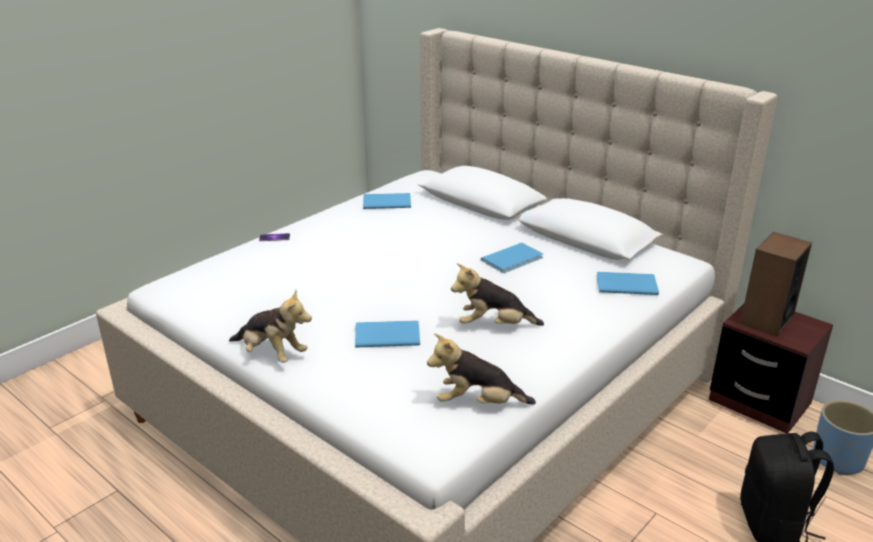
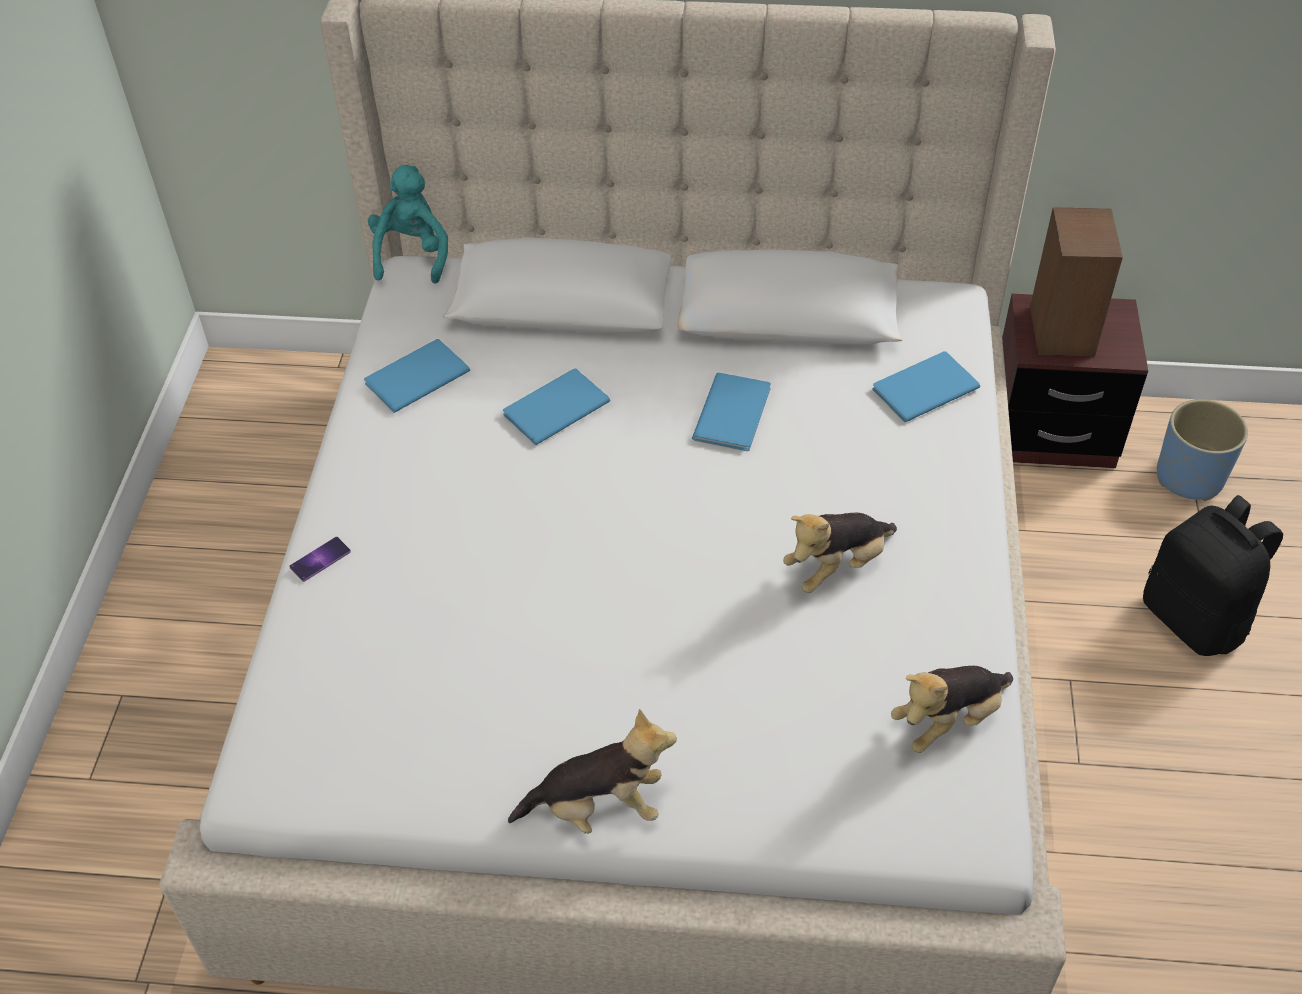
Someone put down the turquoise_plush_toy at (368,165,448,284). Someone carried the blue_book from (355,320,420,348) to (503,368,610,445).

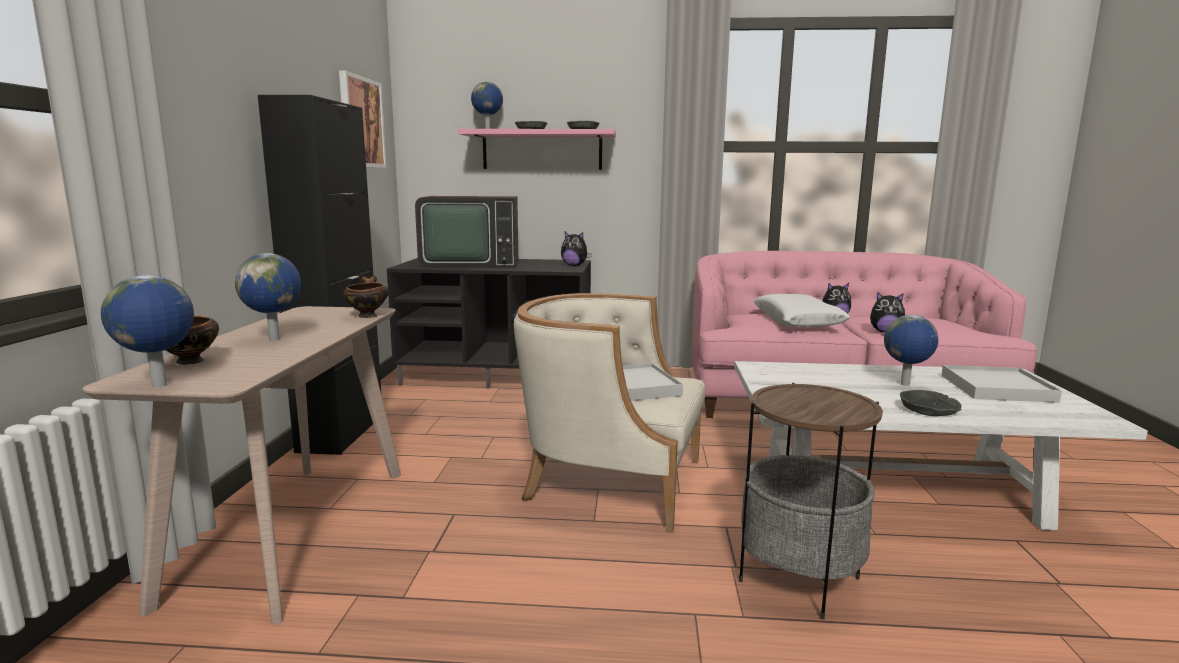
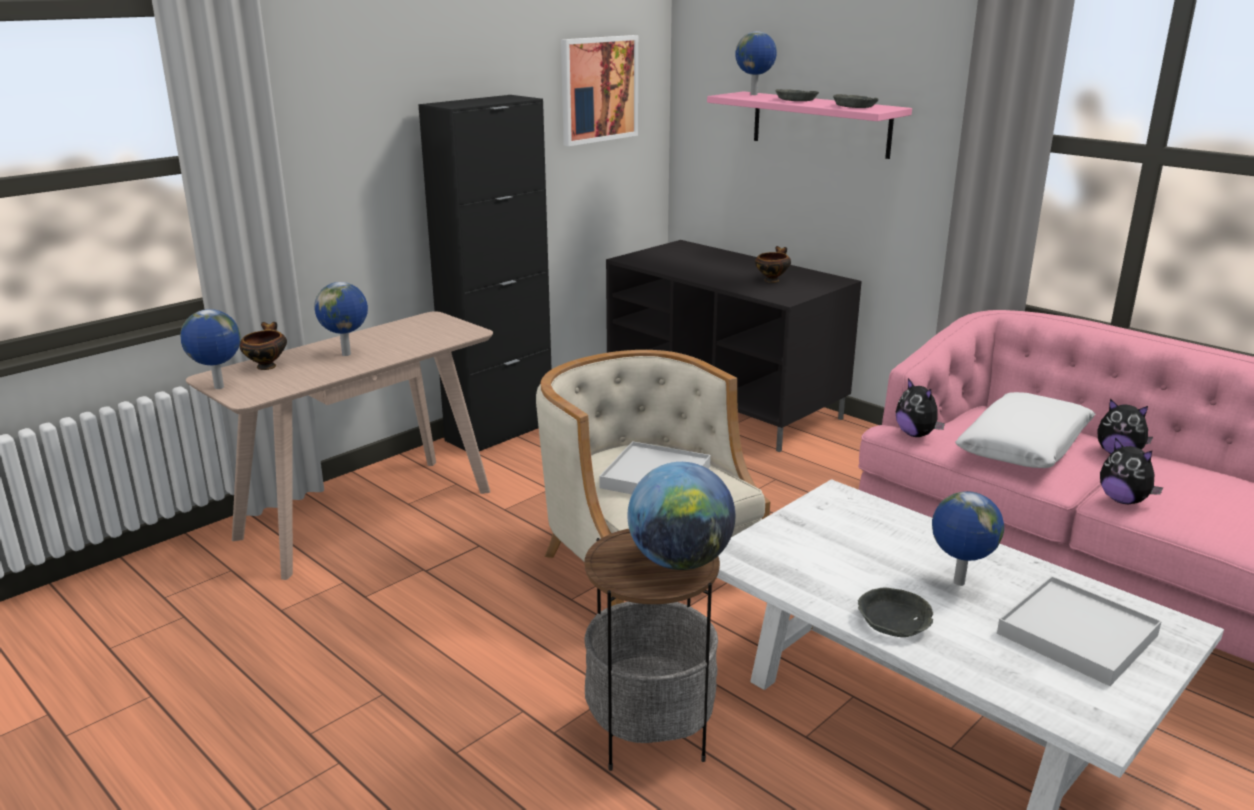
Someone put down the globe at (627,462,735,570). Someone carried the bowl from (343,276,389,318) to (755,246,791,283). Someone carried the plush_toy from (561,232,592,266) to (896,378,945,437). Someone took away the television at (415,196,518,268).

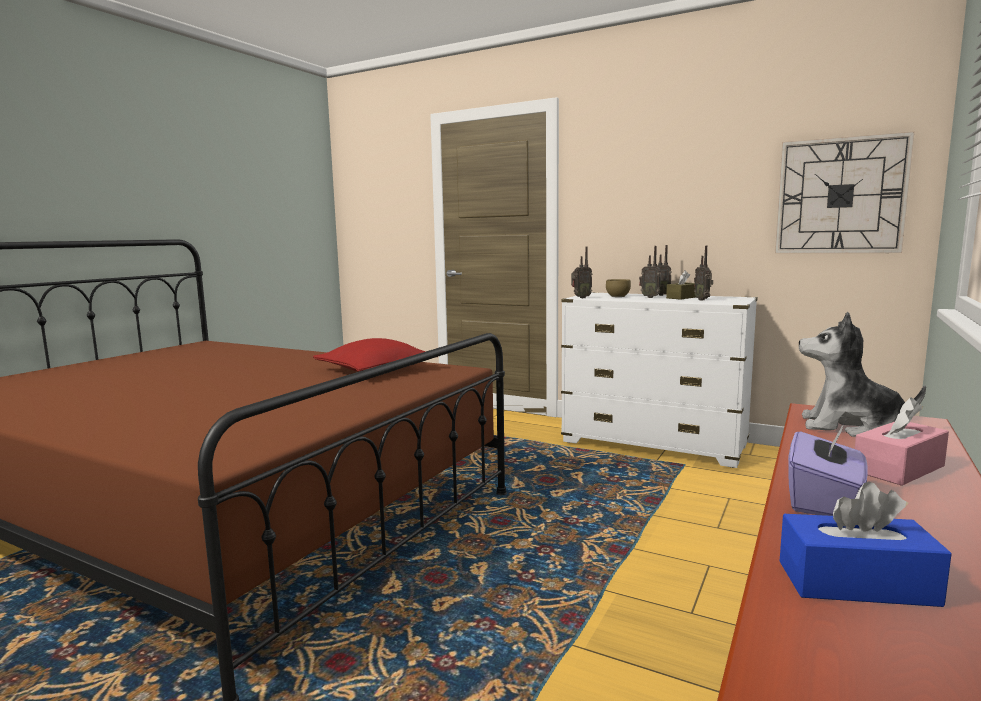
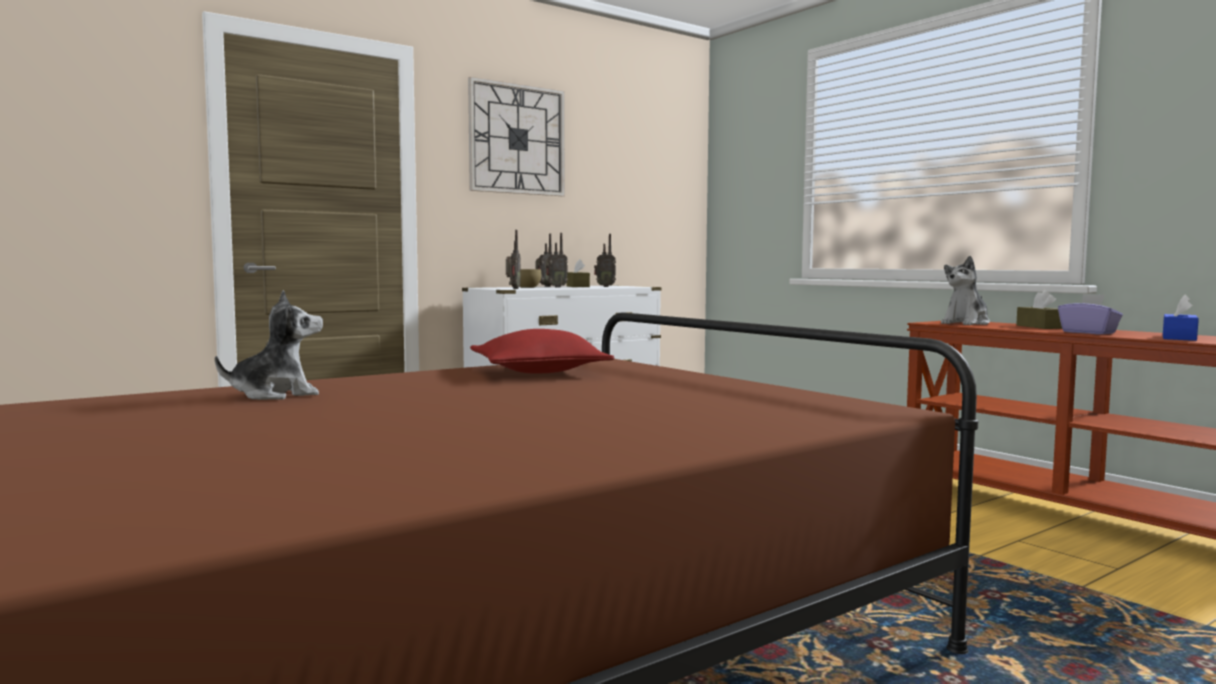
Someone put down the plush_toy at (215,290,323,400). Someone carried the wall_clock from (775,132,915,253) to (468,77,565,196). Someone repainted the pink_tissue_box at (855,397,949,486), which became the brown_tissue_box at (1016,290,1062,329).

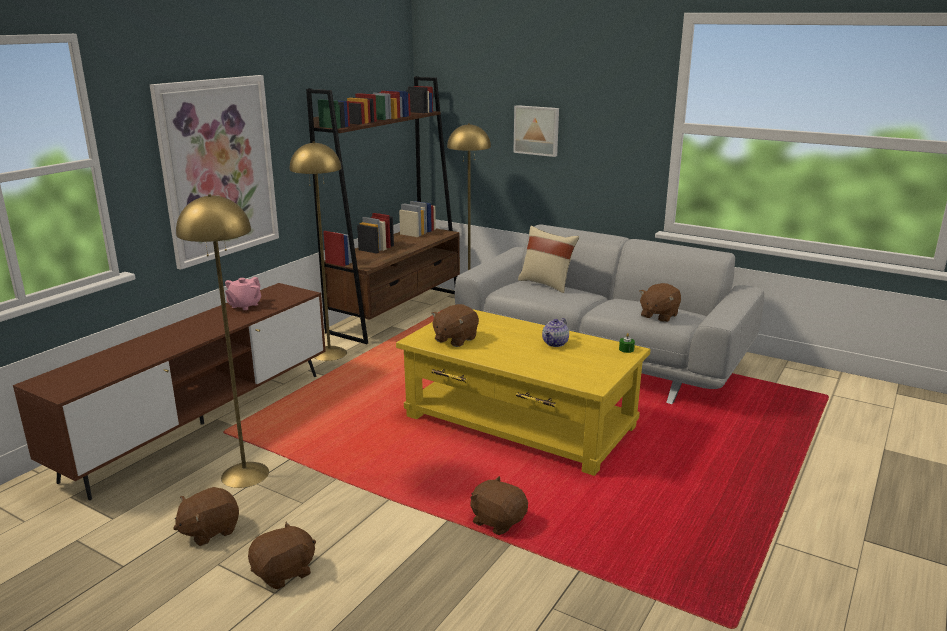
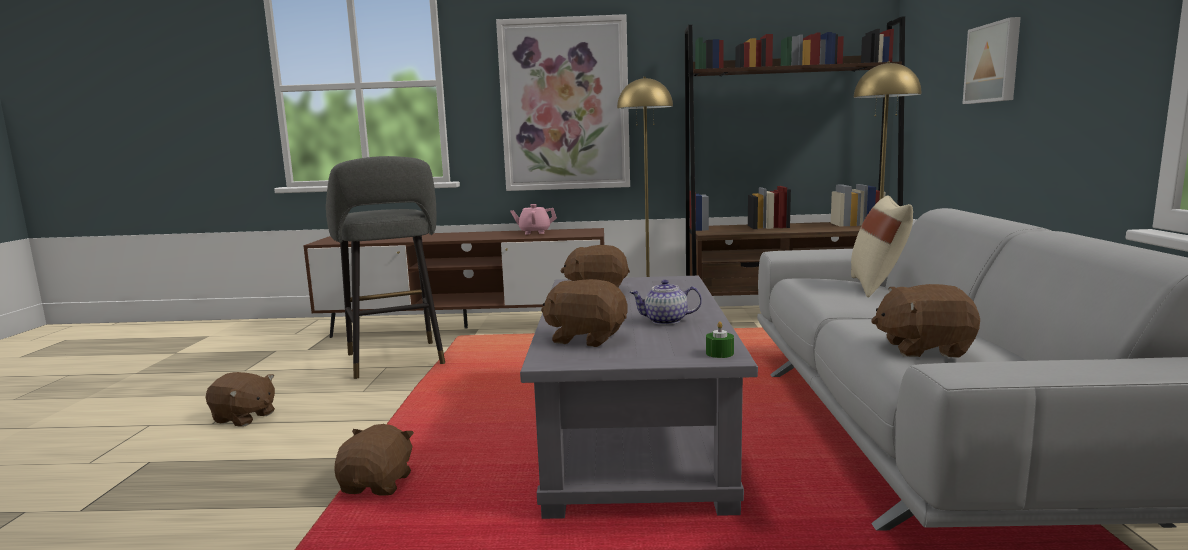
Someone swapped the yellow_floor_lamp at (176,194,269,488) for the grey_stool at (326,156,445,379). Someone repainted the yellow_coffee_table at (396,309,651,476), which became the grey_coffee_table at (520,276,758,519). Someone carried the brown_plush_toy from (173,487,239,546) to (541,279,627,347).

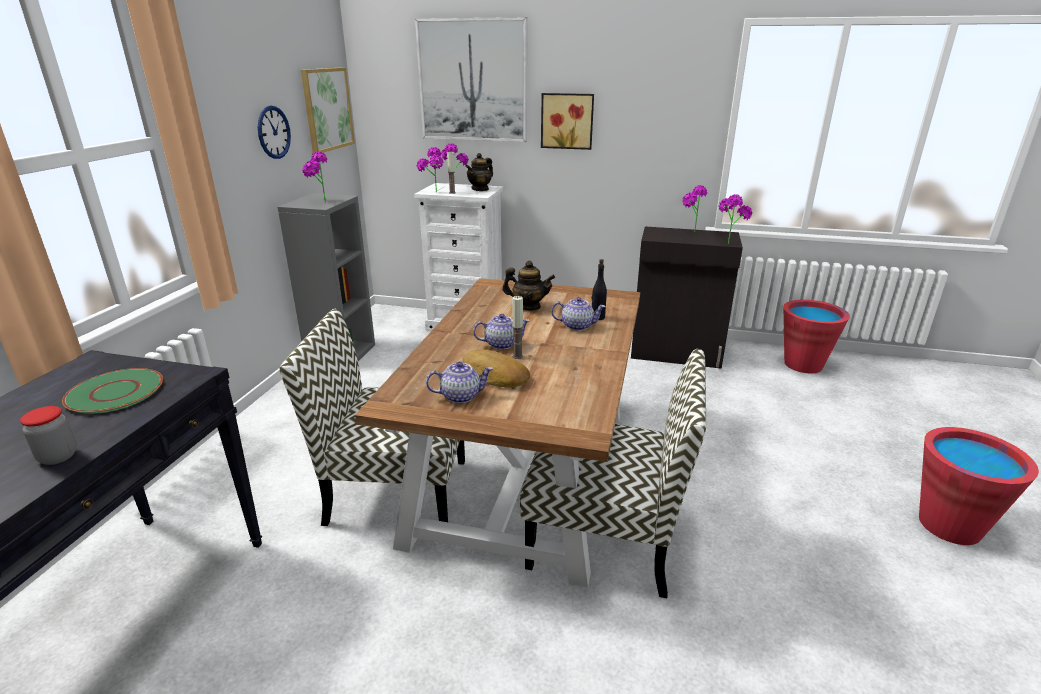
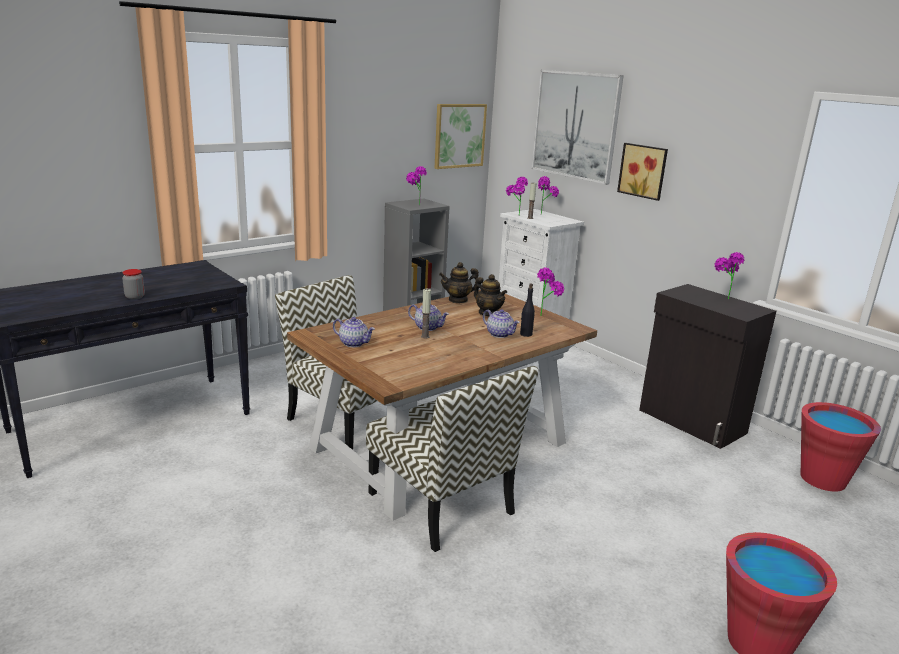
Someone carried the teapot from (465,153,493,191) to (439,262,479,303). Someone carried the potted_plant from (719,194,752,244) to (537,267,564,316). Someone took away the green_plate at (62,368,163,414). Someone took away the wall_clock at (258,106,291,159). Someone took away the bread at (462,349,530,388).

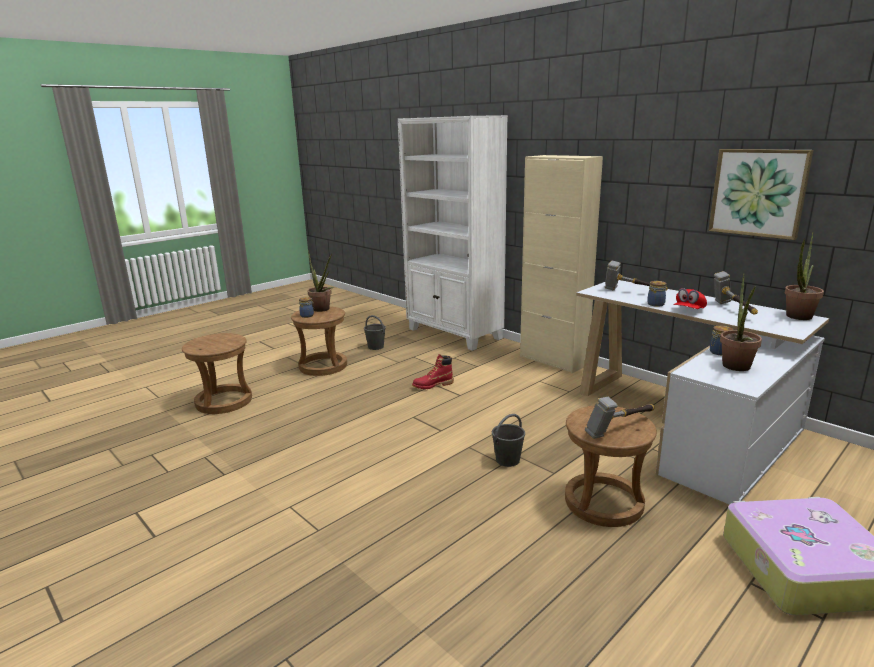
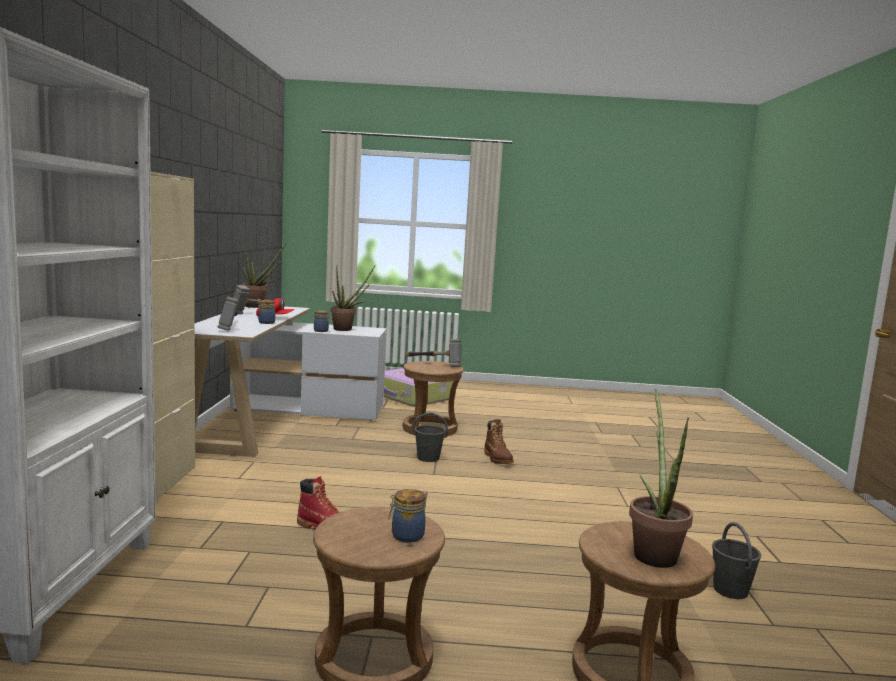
Someone put down the brown_boot at (484,419,514,464). Someone carried the potted_plant from (308,250,334,312) to (629,389,693,568). Someone carried the grey_bucket from (364,315,386,350) to (712,522,761,599). Someone took away the picture at (708,149,813,240).

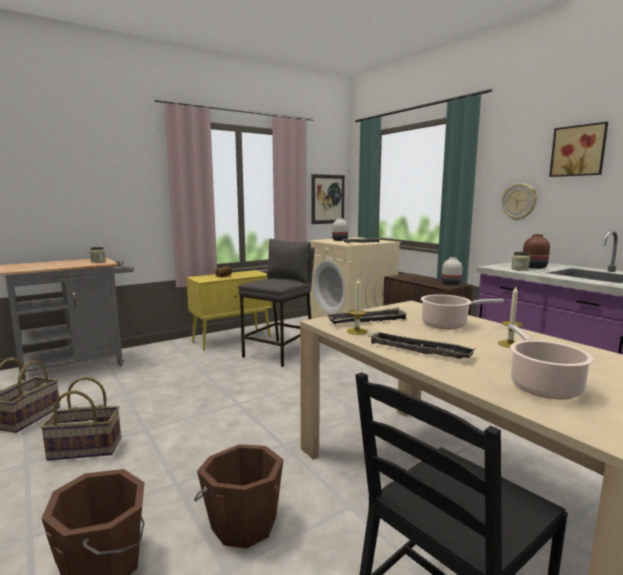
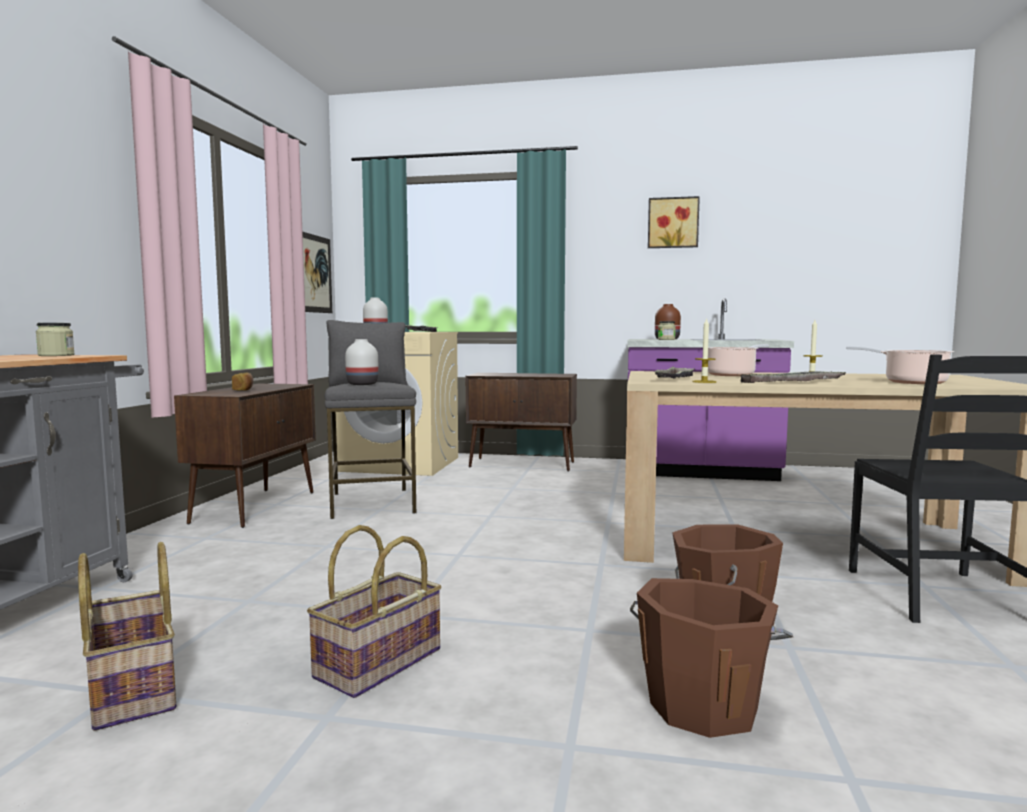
Someone repainted the yellow_cabinet at (187,270,272,351), which became the brown_cabinet at (174,383,316,528). Someone carried the white_vase from (442,257,462,285) to (345,339,379,385). Someone took away the wall_clock at (502,183,537,221).

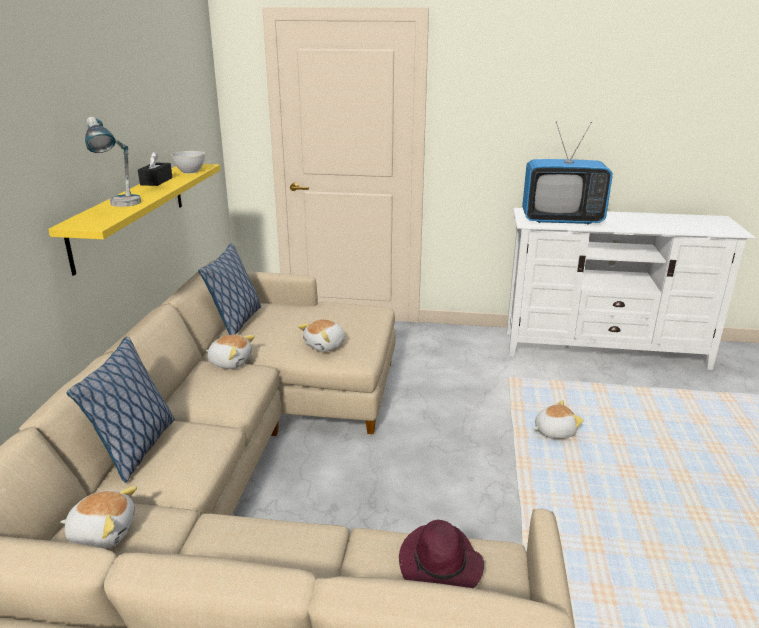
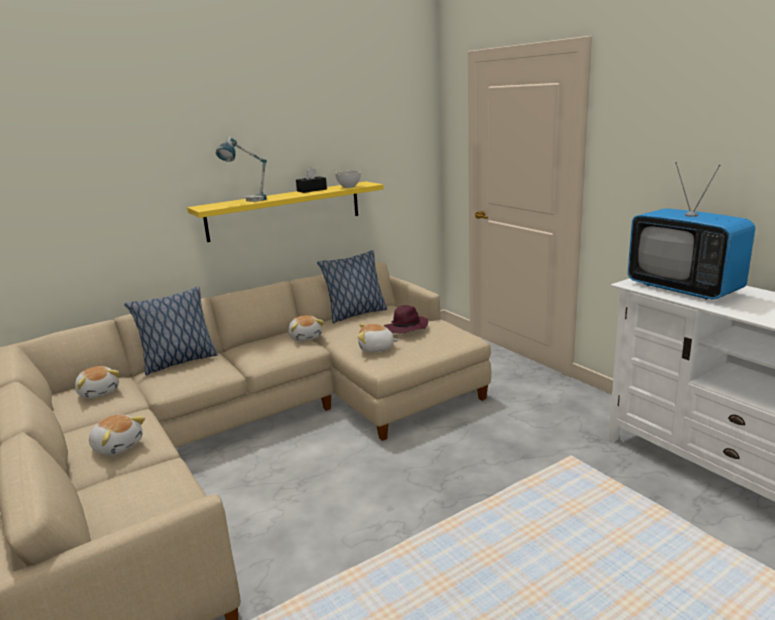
Someone carried the plush_toy from (533,400,584,439) to (89,415,145,456). Someone carried the purple_hat from (399,520,484,588) to (384,305,428,333).

